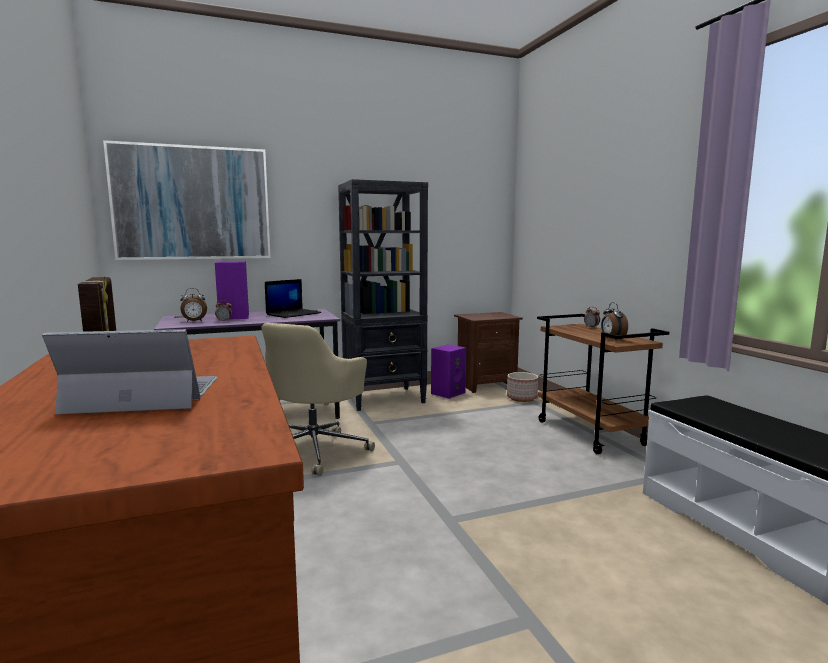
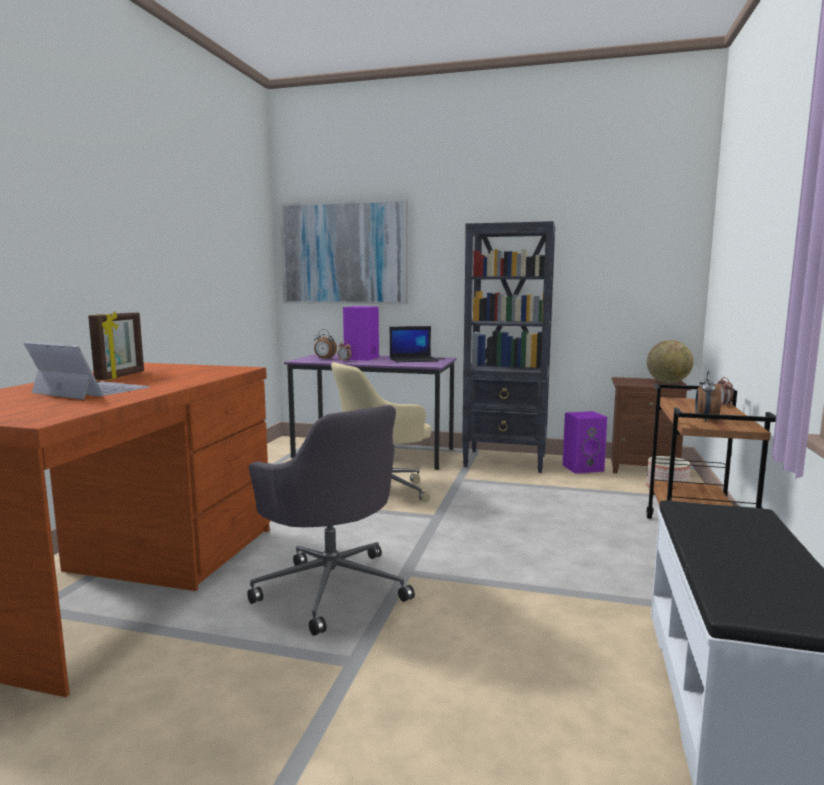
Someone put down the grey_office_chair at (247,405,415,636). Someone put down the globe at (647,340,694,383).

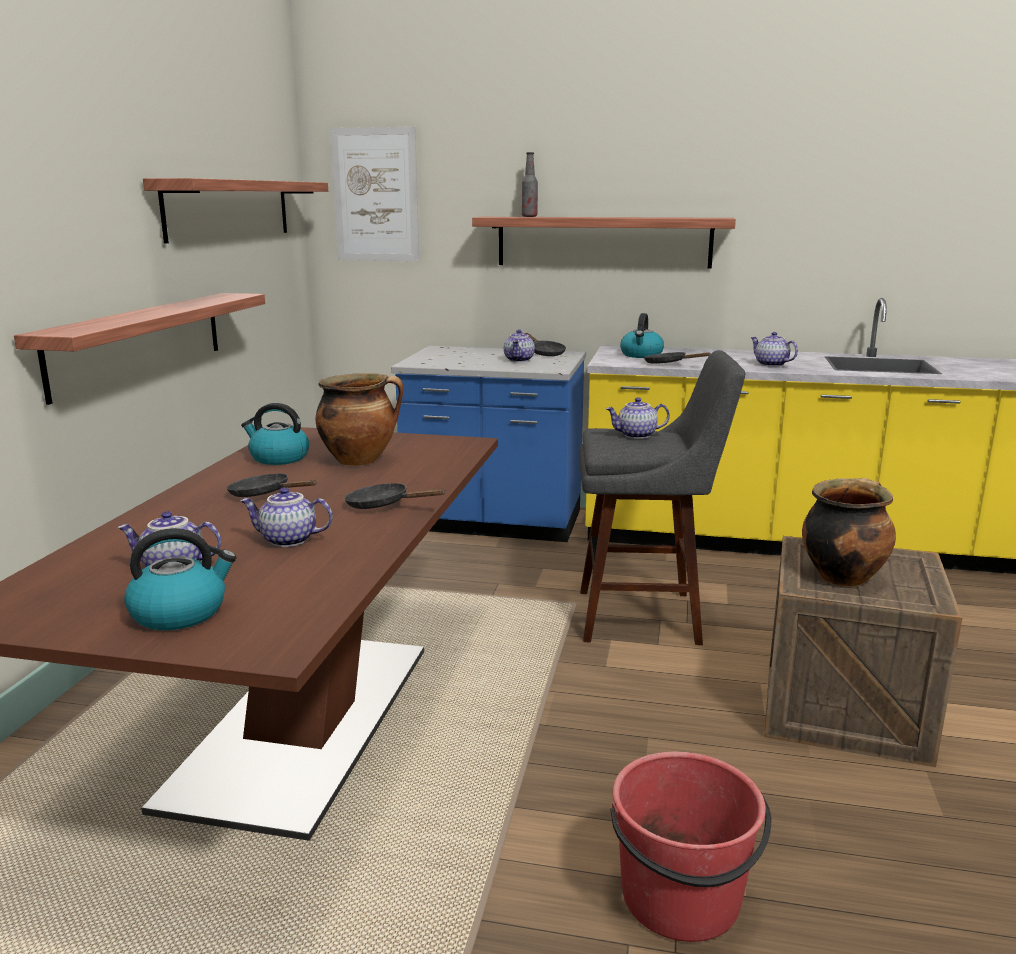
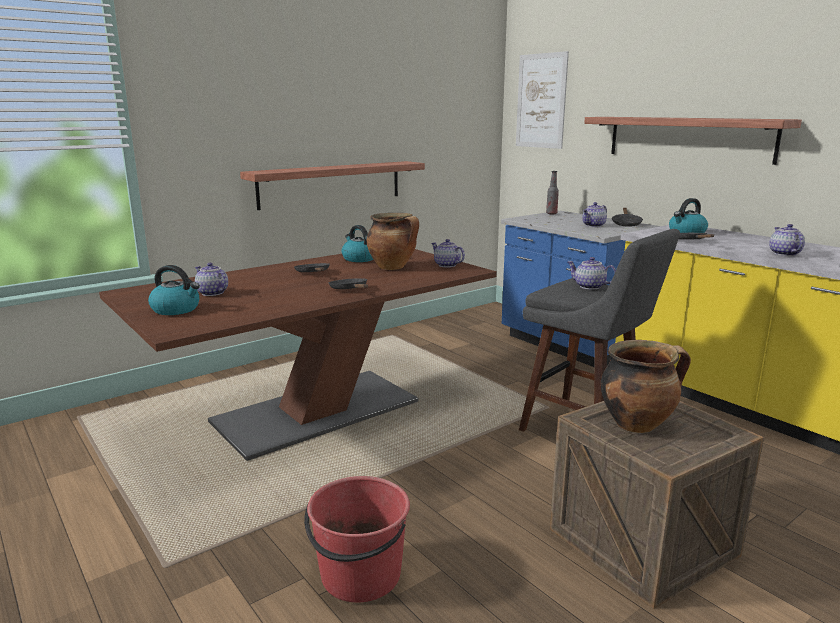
Someone carried the teapot from (240,487,333,547) to (431,239,465,267). Someone carried the bottle from (522,152,538,217) to (546,171,559,214). Someone took away the shelf at (143,178,328,244).

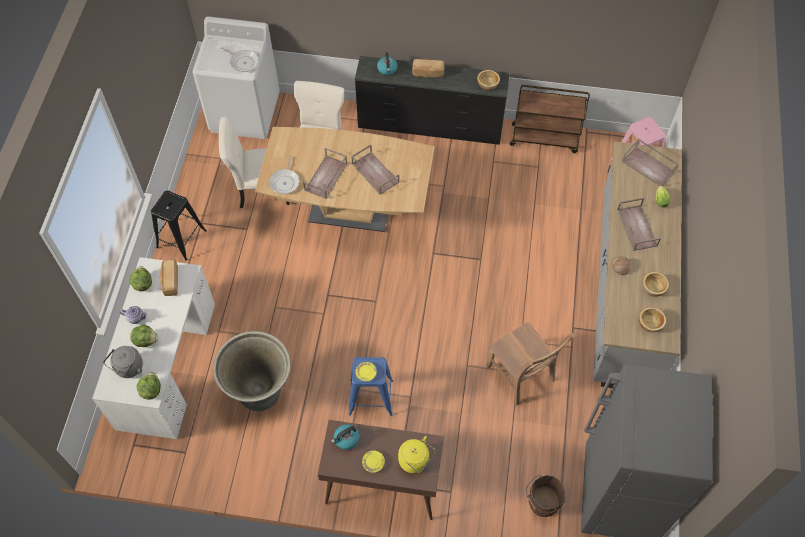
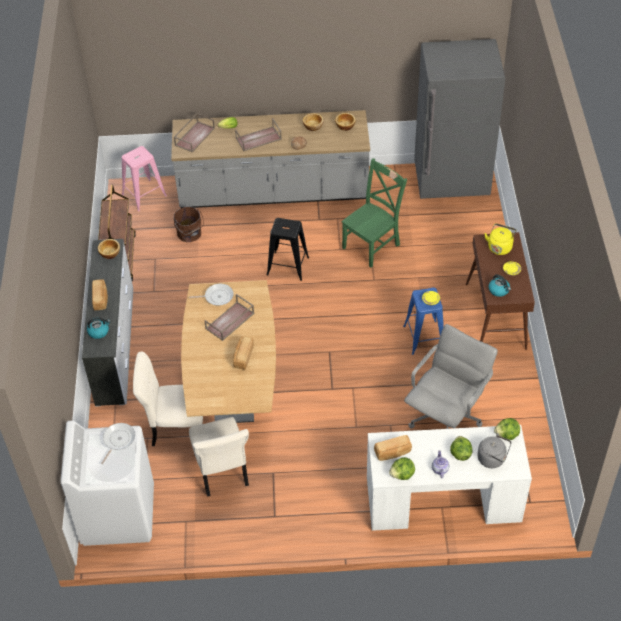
Someone repainted the black_dresser at (355,56,510,145), which became the white_dresser at (82,239,133,407). Someone carried the brown_bucket from (526,475,566,517) to (174,207,204,242). Someone carried the frying_pan from (269,156,300,194) to (189,284,234,306). Someone swapped the brown_tray at (303,148,347,199) for the bread at (233,337,254,370). Someone carried the black_stool from (151,191,207,261) to (267,218,309,281). Someone repainted the brown_chair at (486,322,576,405), which became the green_chair at (342,158,407,268). Someone swapped the grey_planter at (213,331,290,411) for the grey_office_chair at (404,324,498,429).

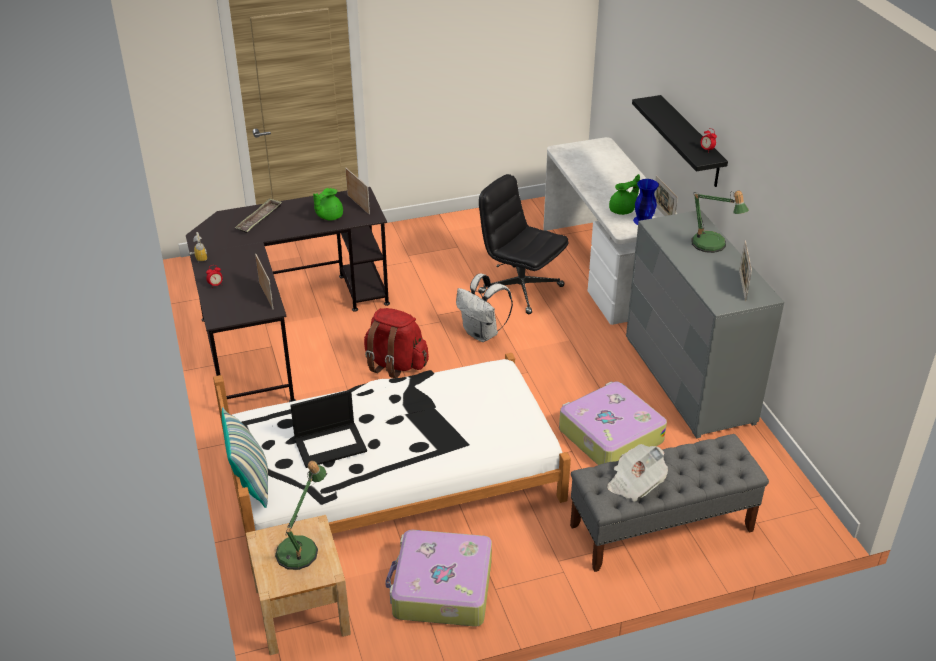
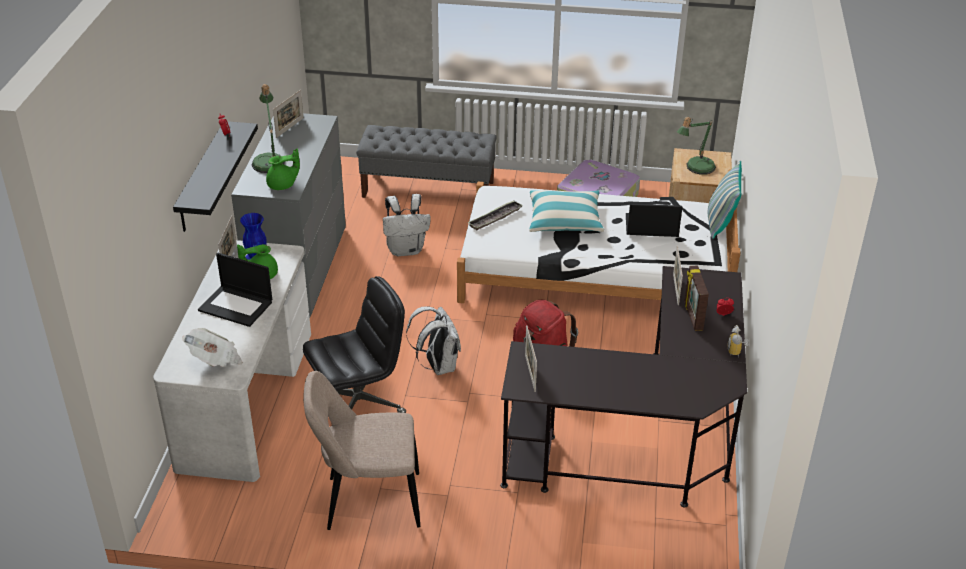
Someone carried the newspaper from (607,444,668,501) to (182,328,243,367). Someone put down the laptop at (198,253,272,327). Someone carried the green_teapot from (313,188,343,220) to (266,148,300,190). Someone rotated the black_office_chair at (478,174,568,314) by 90 degrees counterclockwise. Someone put down the beige_chair at (303,371,420,530). Someone swapped the suitcase at (559,381,667,465) for the white_backpack at (383,194,431,256). Someone carried the tray from (235,198,282,233) to (468,201,523,231). Someone put down the pillow at (529,190,604,232). Someone put down the picture_frame at (684,265,709,331).

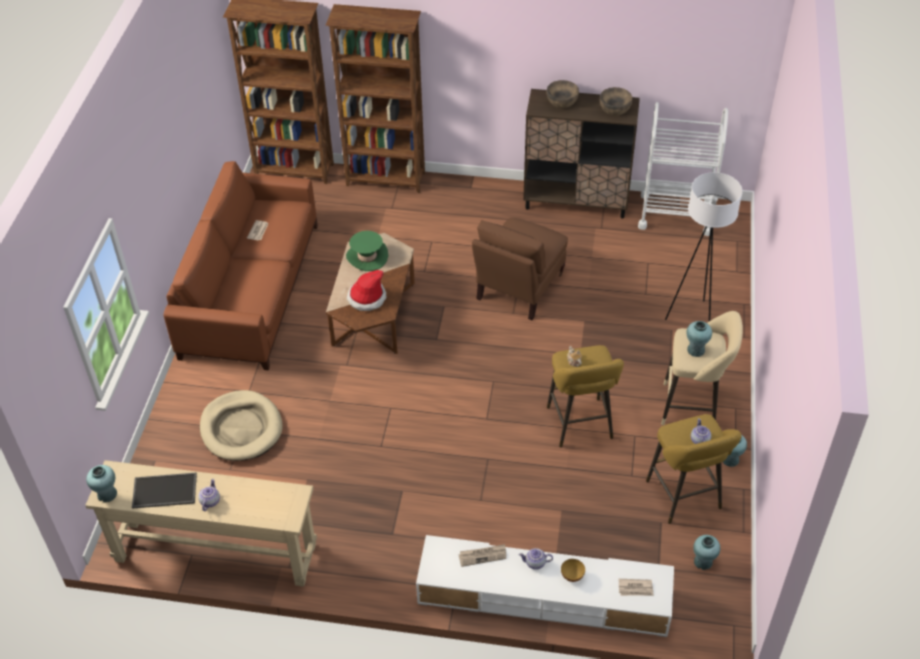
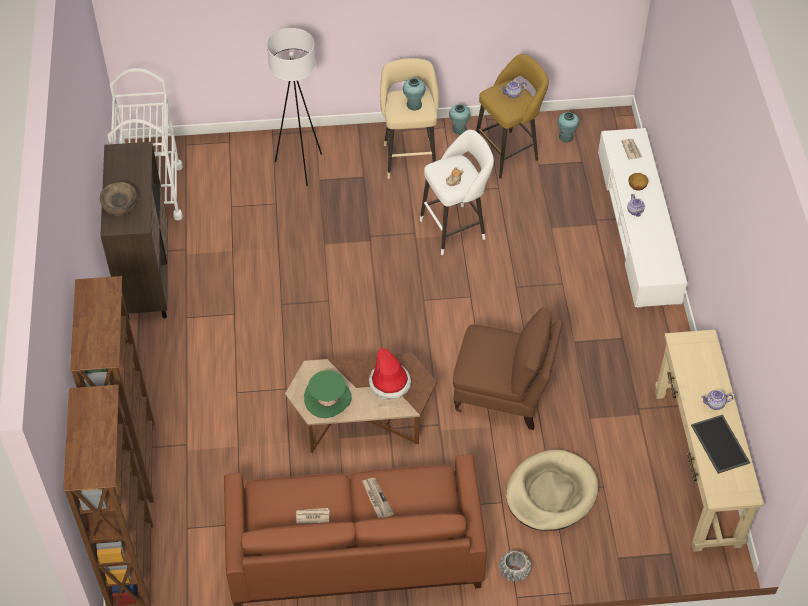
Someone carried the newspaper from (459,544,506,567) to (362,478,394,518). Someone repainted the yellow_stool at (547,345,624,447), which became the white_stool at (420,130,494,255). Someone carried the brown_armchair from (472,217,568,320) to (453,307,563,430). Someone put down the grey_planter at (499,550,531,582). Someone took away the turquoise_vase at (86,465,117,502). Someone took away the brown_bowl at (600,87,632,116).

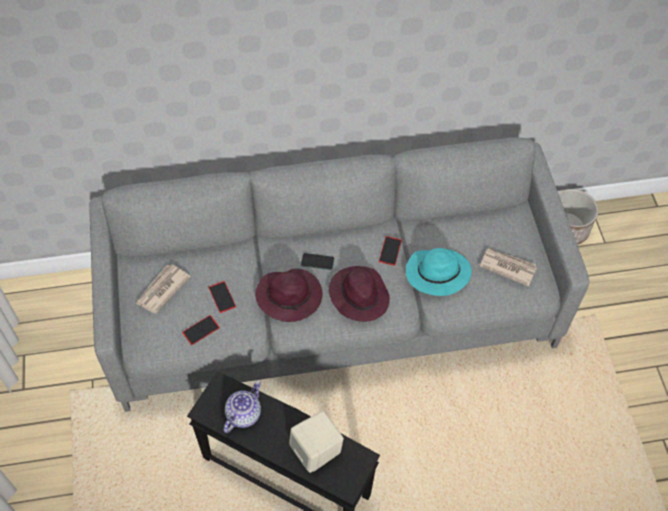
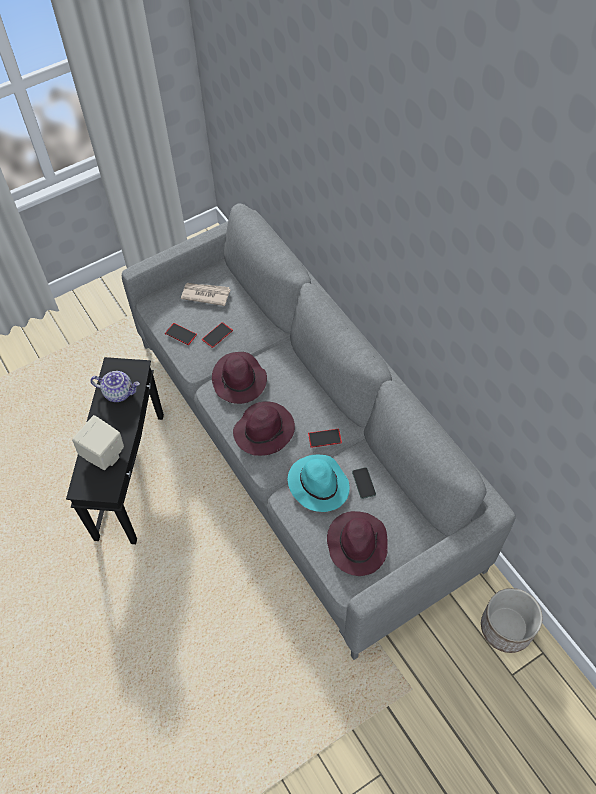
Someone swapped the newspaper at (480,248,537,287) for the purple_hat at (327,511,388,576). Someone carried the phone from (301,253,334,270) to (352,467,376,499).

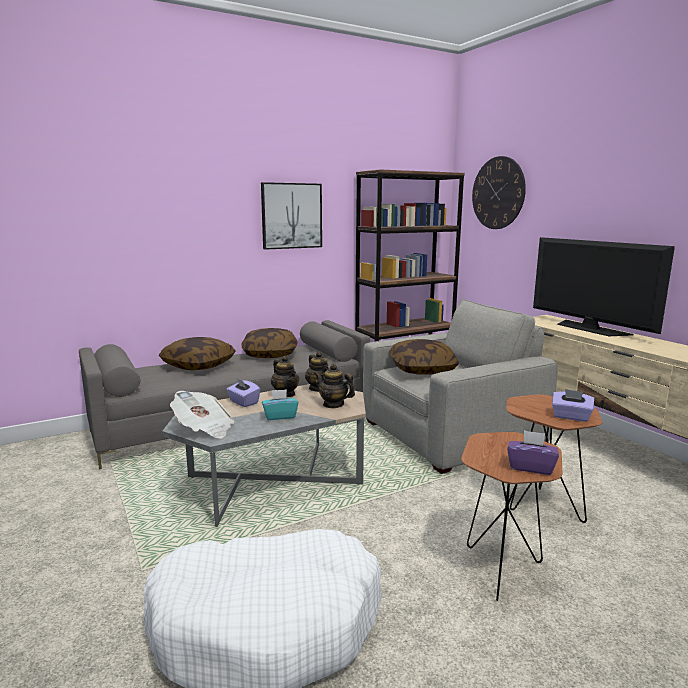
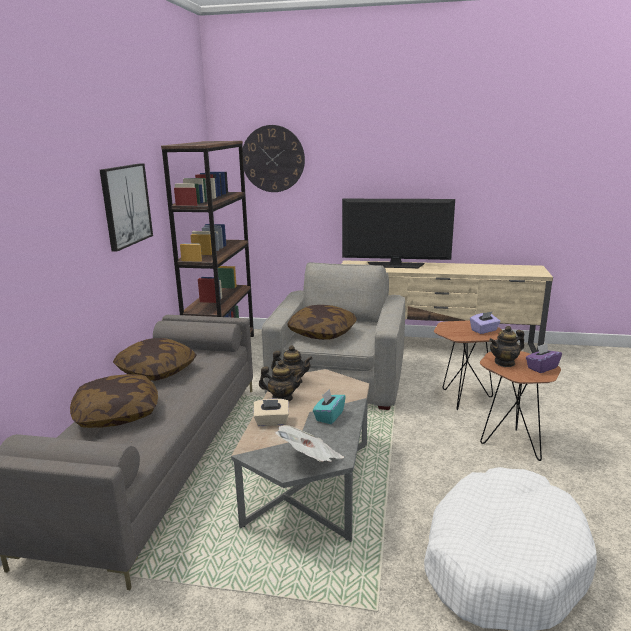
Someone repainted the purple_tissue_box at (227,378,260,407), which became the beige_tissue_box at (253,399,289,426). Someone carried the teapot from (314,364,355,408) to (489,326,524,367).

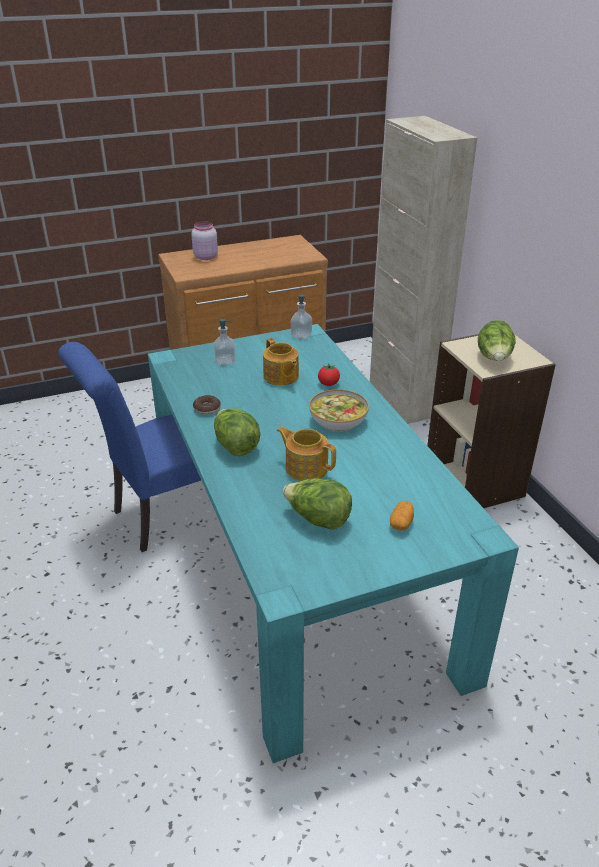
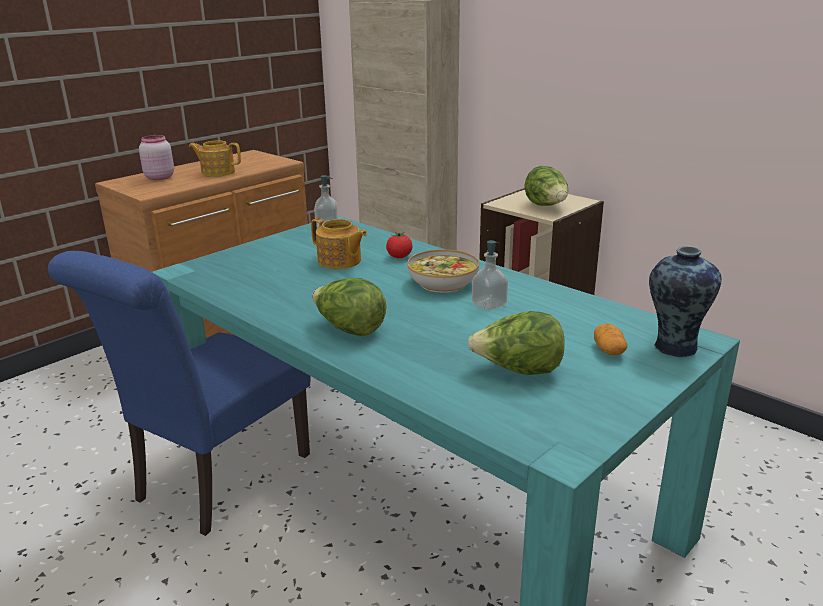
Someone carried the teapot from (277,427,336,481) to (189,140,241,177). Someone carried the soap_dispenser from (214,319,235,365) to (472,240,508,311). Someone put down the vase at (649,246,722,357). Someone took away the donut at (193,395,221,415).

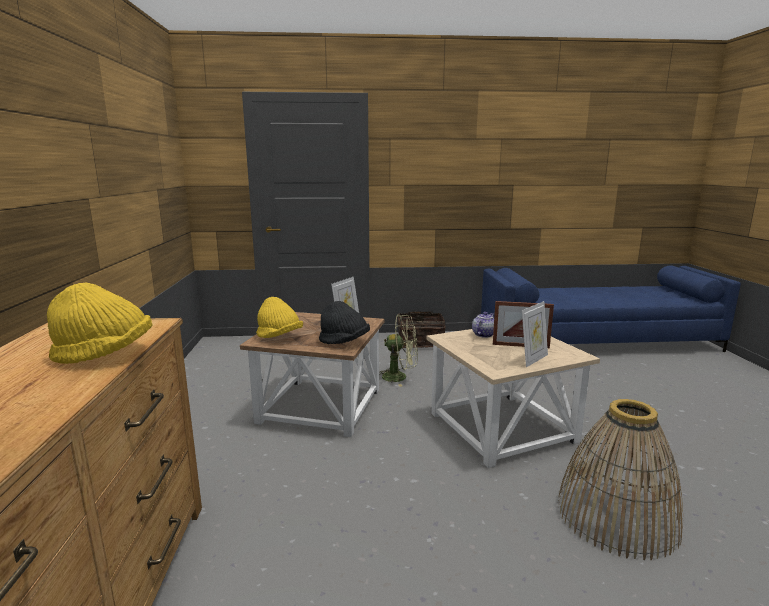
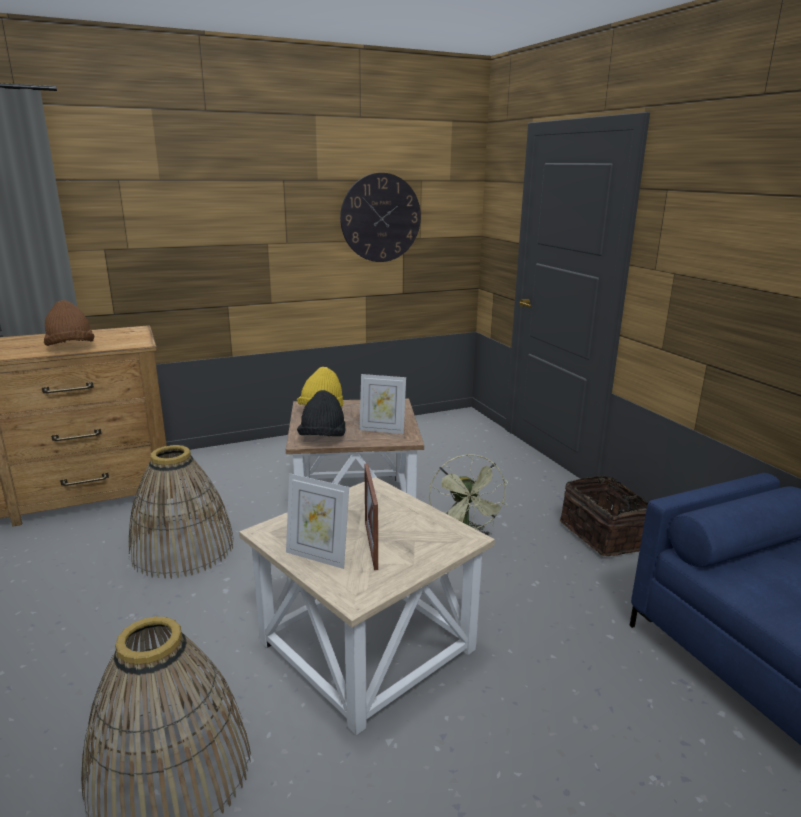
Someone repainted the yellow_hat at (47,283,153,364), which became the brown_hat at (44,300,94,346). Someone put down the basket at (128,445,234,579). Someone put up the wall_clock at (340,173,421,262). Someone took away the teapot at (472,312,494,338).

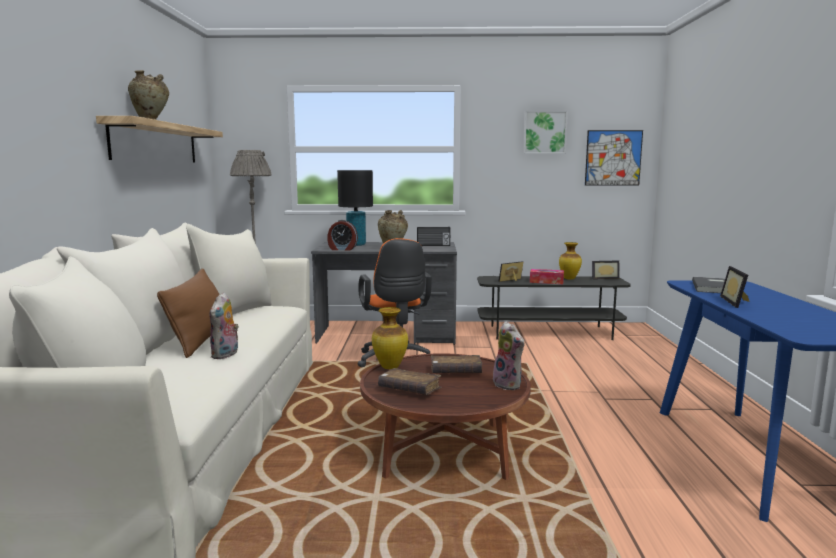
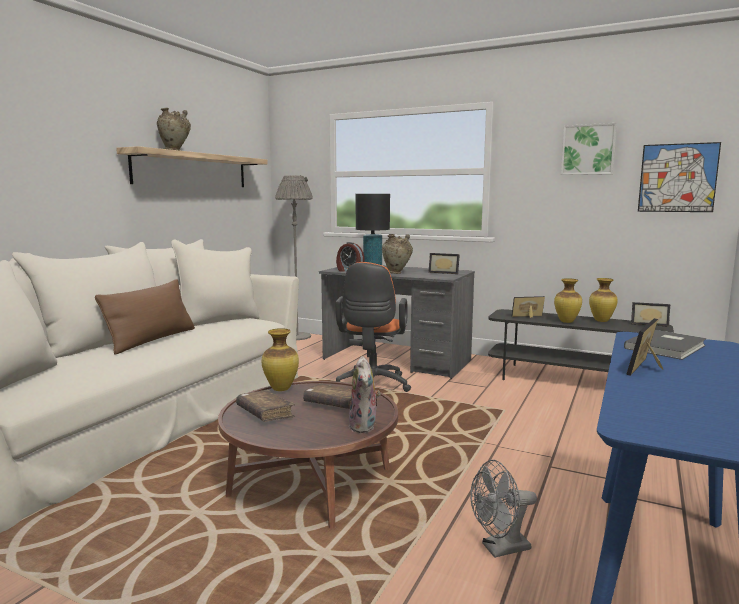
Someone swapped the radio at (417,227,450,246) for the picture_frame at (428,253,460,274). Someone put down the grey_fan at (470,460,537,558). Someone swapped the tissue_box at (530,269,564,284) for the vase at (554,278,582,323). Someone took away the plush_toy at (210,292,239,359).

